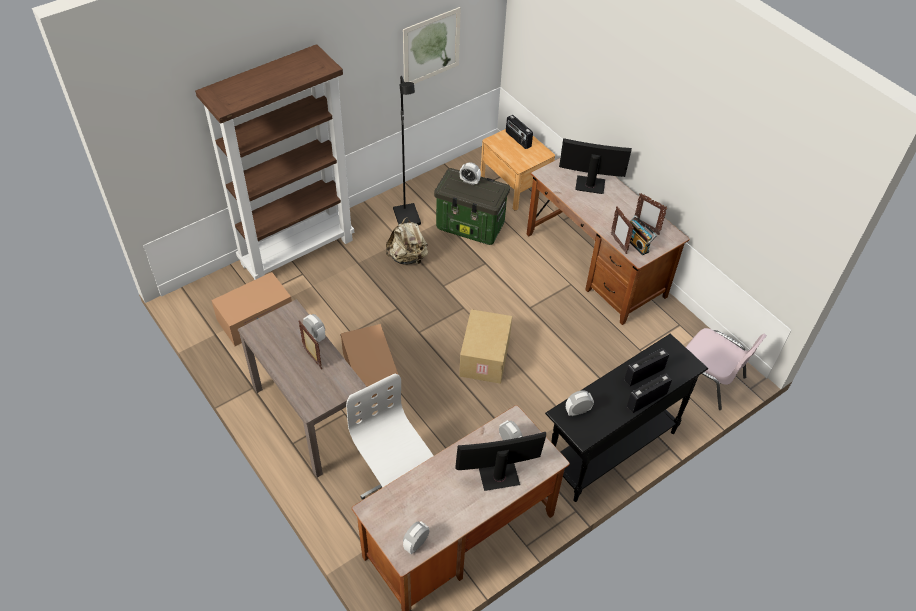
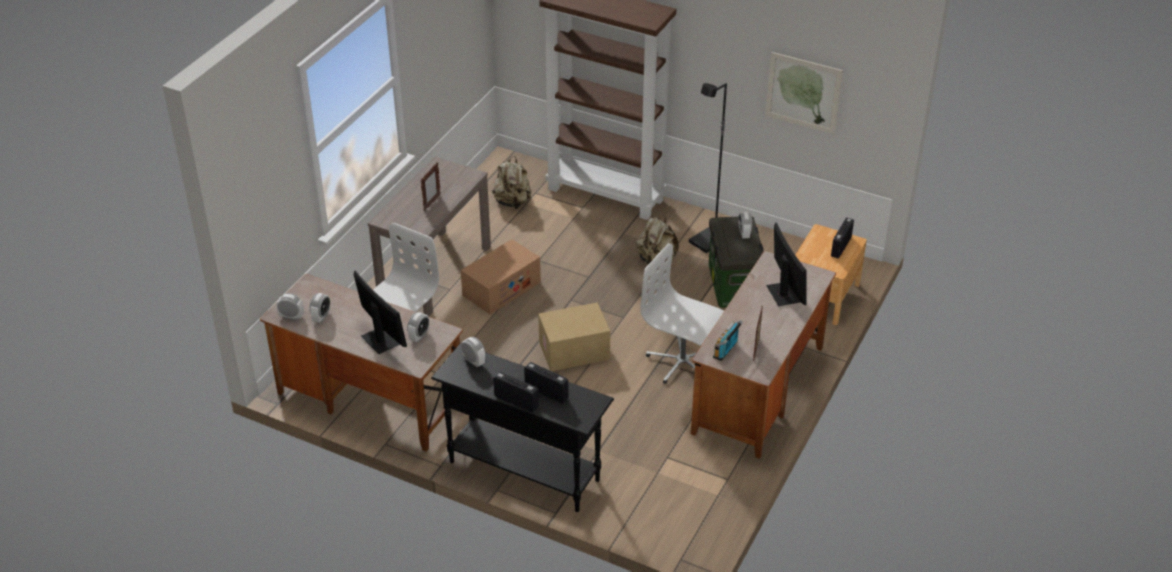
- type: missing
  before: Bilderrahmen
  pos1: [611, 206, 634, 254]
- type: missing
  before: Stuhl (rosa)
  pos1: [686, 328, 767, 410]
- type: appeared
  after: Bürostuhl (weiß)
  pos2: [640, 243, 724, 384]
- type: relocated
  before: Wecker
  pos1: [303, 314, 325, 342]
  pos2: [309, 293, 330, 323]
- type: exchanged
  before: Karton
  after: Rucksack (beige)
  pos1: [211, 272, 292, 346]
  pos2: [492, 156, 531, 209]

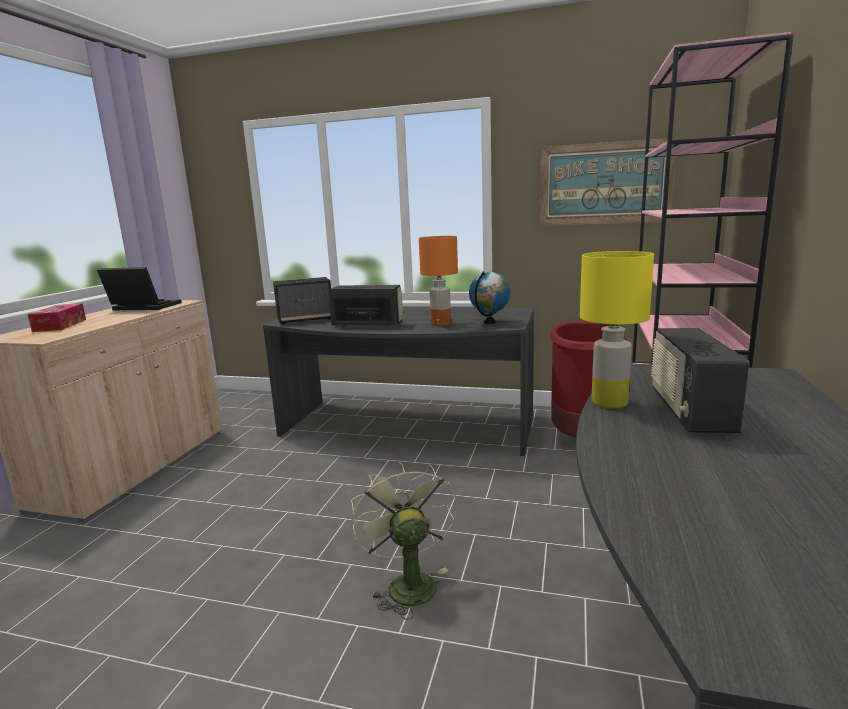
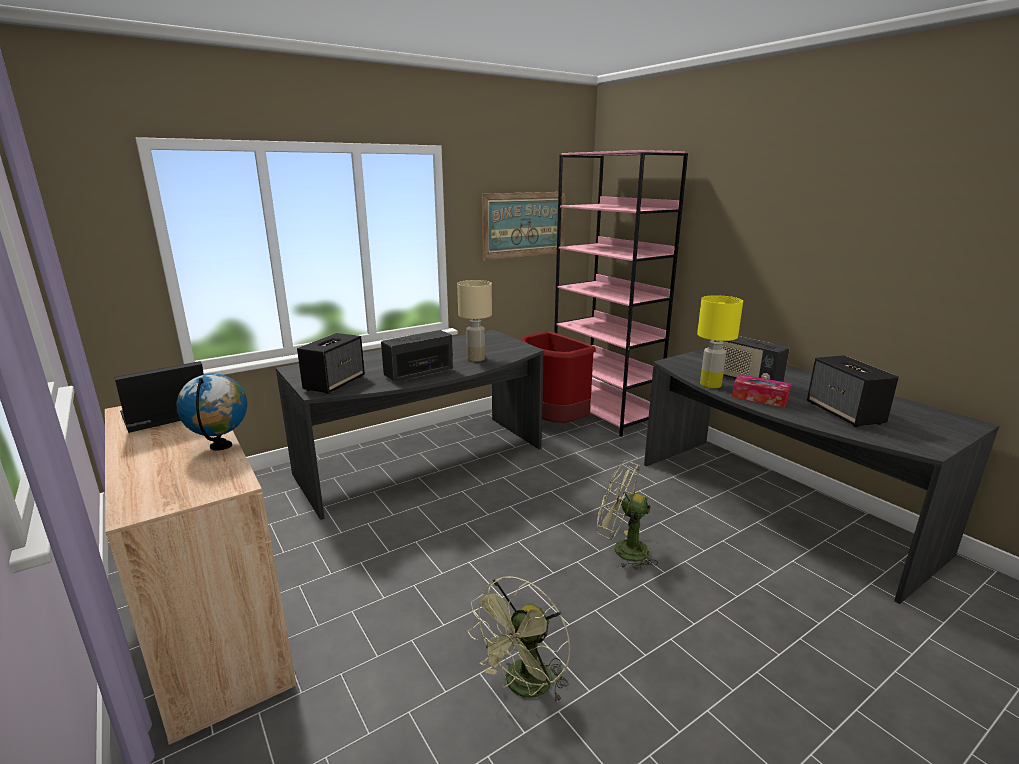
- type: appeared
  after: Ventilator (grün)
  pos2: [468, 576, 570, 703]
- type: appeared
  after: Lautsprecher
  pos2: [807, 355, 899, 427]
- type: relocated
  before: Taschentuchbox
  pos1: [28, 303, 86, 332]
  pos2: [732, 374, 791, 407]
- type: relocated
  before: Globus
  pos1: [469, 271, 510, 324]
  pos2: [177, 373, 247, 451]
- type: colour
  before: Tischlampe (orange)
  after: Tischlampe (beige)
  pos1: [419, 236, 458, 326]
  pos2: [457, 280, 492, 362]

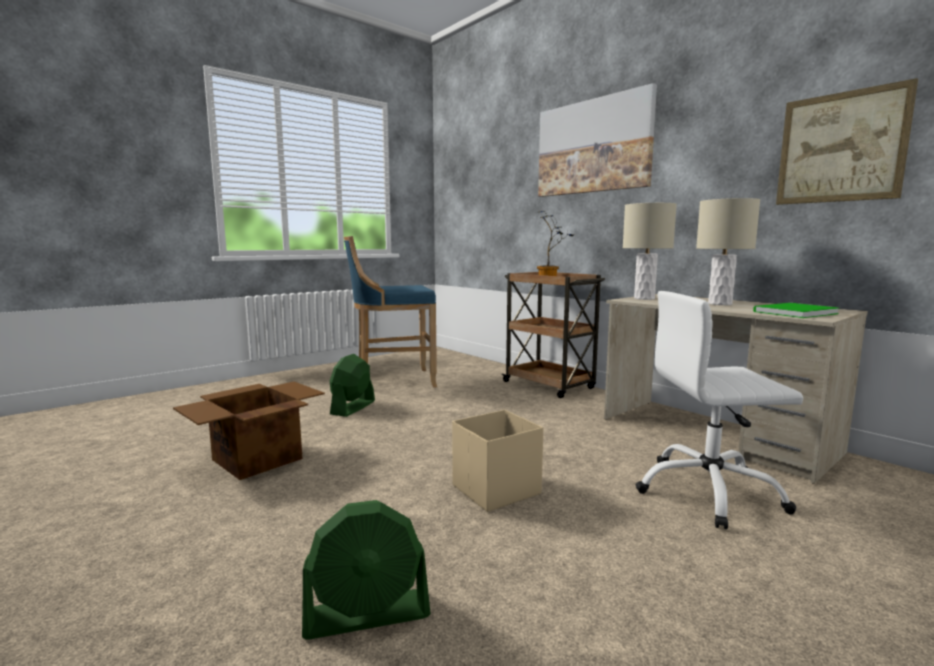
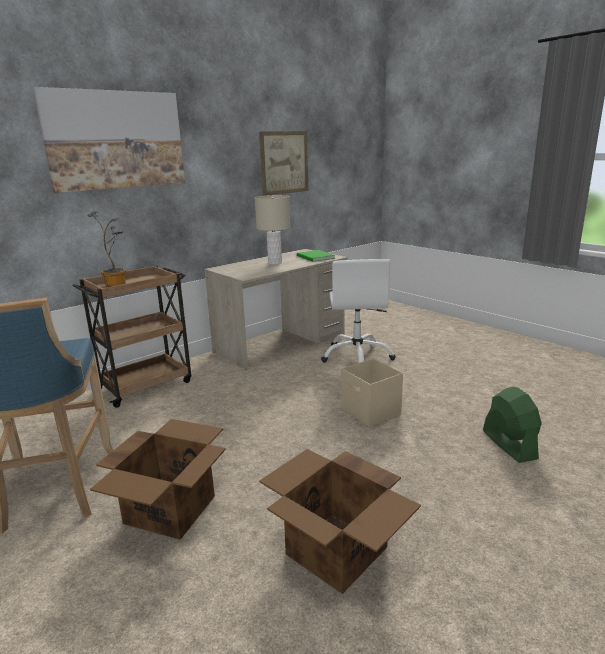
- type: missing
  before: Tischlampe (beige)
  pos1: [623, 203, 677, 300]
- type: exchanged
  before: Ventilator (grün)
  after: Karton
  pos1: [330, 354, 375, 417]
  pos2: [90, 419, 226, 540]

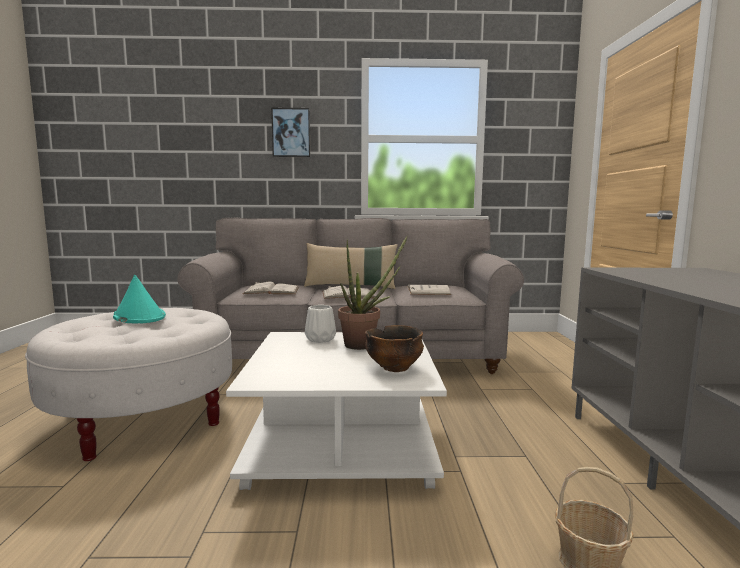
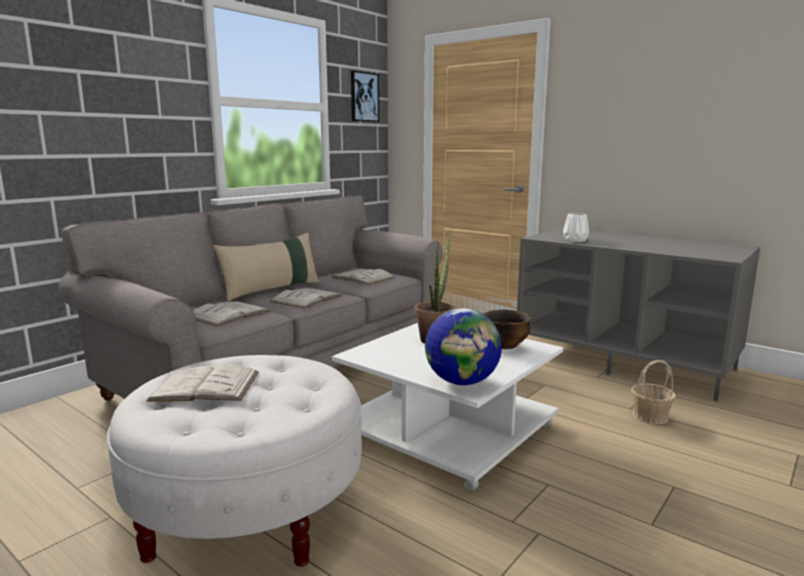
- type: appeared
  after: Globus
  pos2: [425, 308, 502, 385]
- type: relocated
  before: Bild
  pos1: [271, 108, 310, 157]
  pos2: [351, 71, 379, 122]
- type: relocated
  before: Vase (weiß)
  pos1: [305, 305, 336, 343]
  pos2: [563, 213, 589, 242]
- type: exchanged
  before: Hut (türkis)
  after: Buch (weiß)
  pos1: [113, 275, 166, 323]
  pos2: [146, 363, 259, 402]

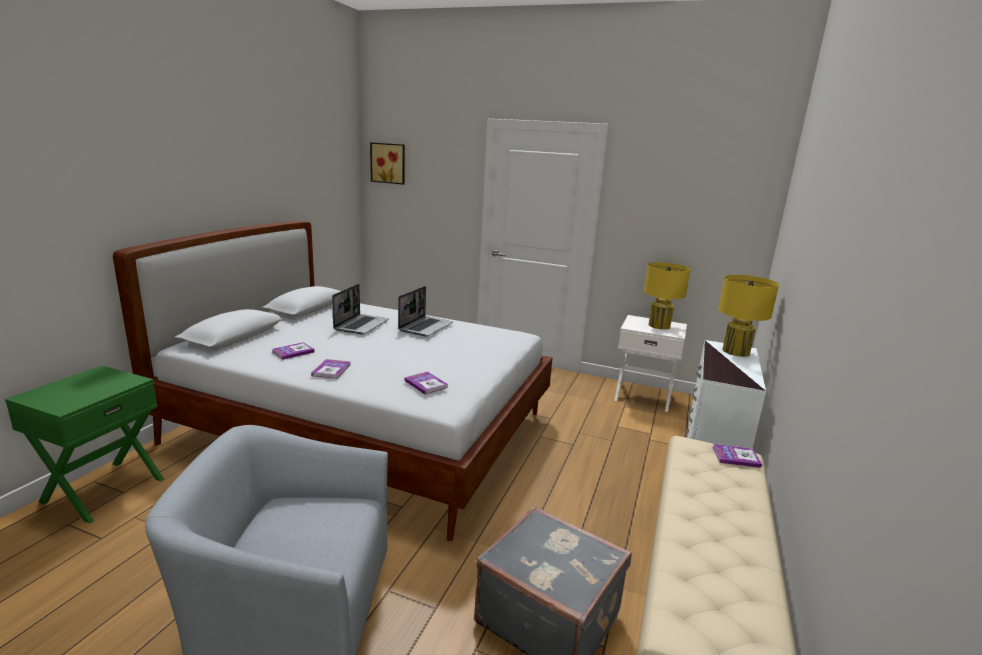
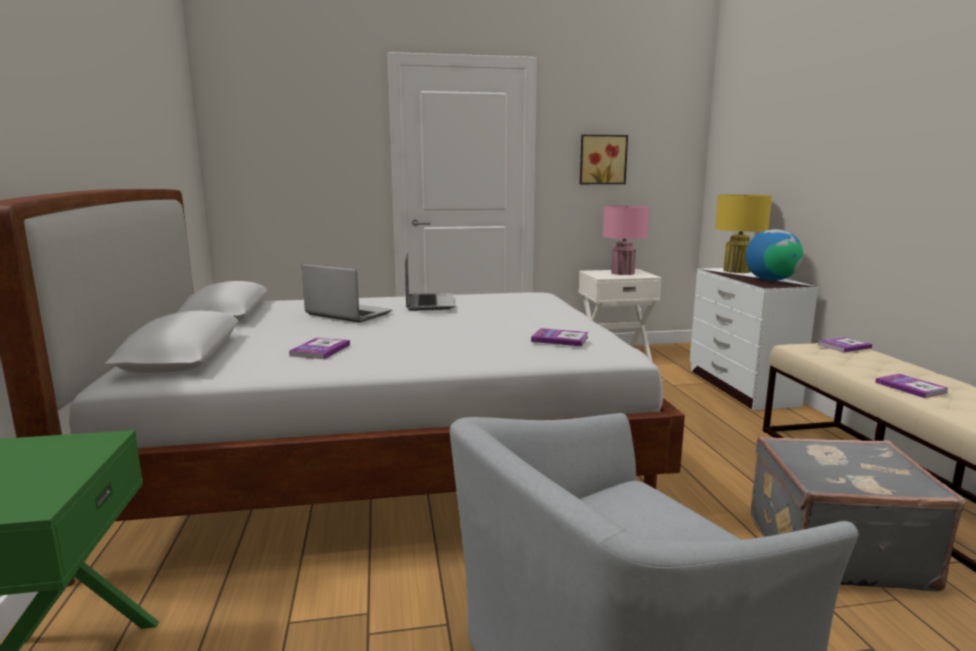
- type: appeared
  after: Globus
  pos2: [745, 229, 803, 281]
- type: relocated
  before: Buch
  pos1: [311, 359, 351, 379]
  pos2: [875, 374, 948, 398]
- type: relocated
  before: Bild
  pos1: [370, 142, 405, 185]
  pos2: [580, 135, 628, 184]
- type: colour
  before: Tischlampe (gelb)
  after: Tischlampe (rosa)
  pos1: [644, 262, 691, 330]
  pos2: [603, 206, 649, 275]
- type: spun
  before: Laptop
  pos1: [332, 284, 389, 334]
  pos2: [302, 263, 392, 322]
  turn: -45

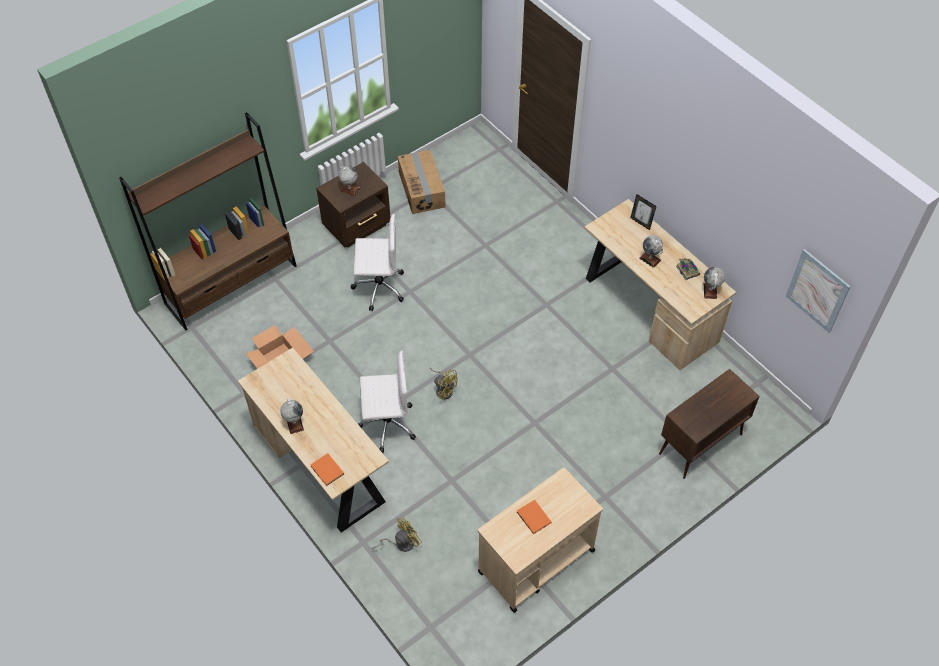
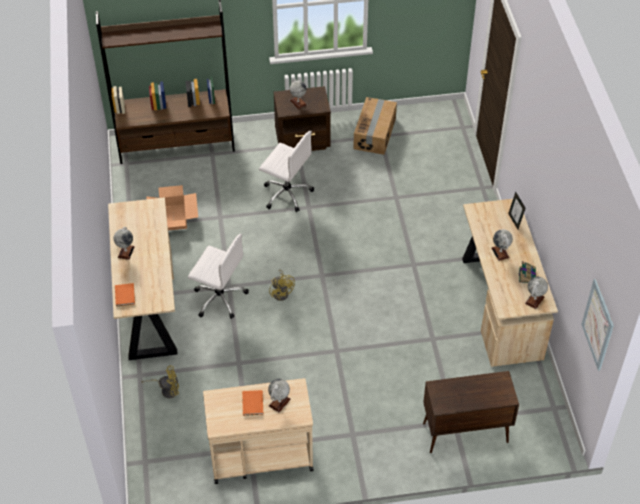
- type: appeared
  after: Globus
  pos2: [268, 379, 291, 412]

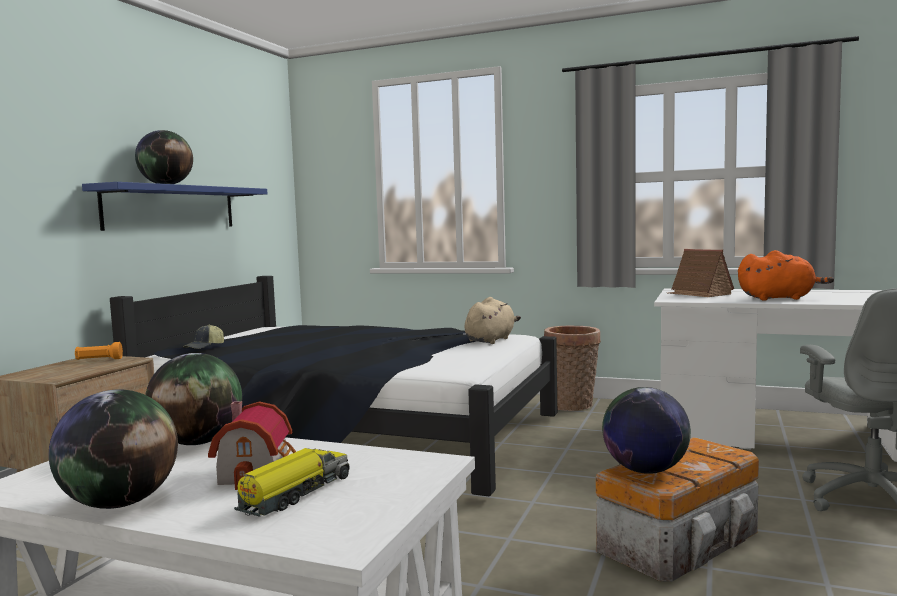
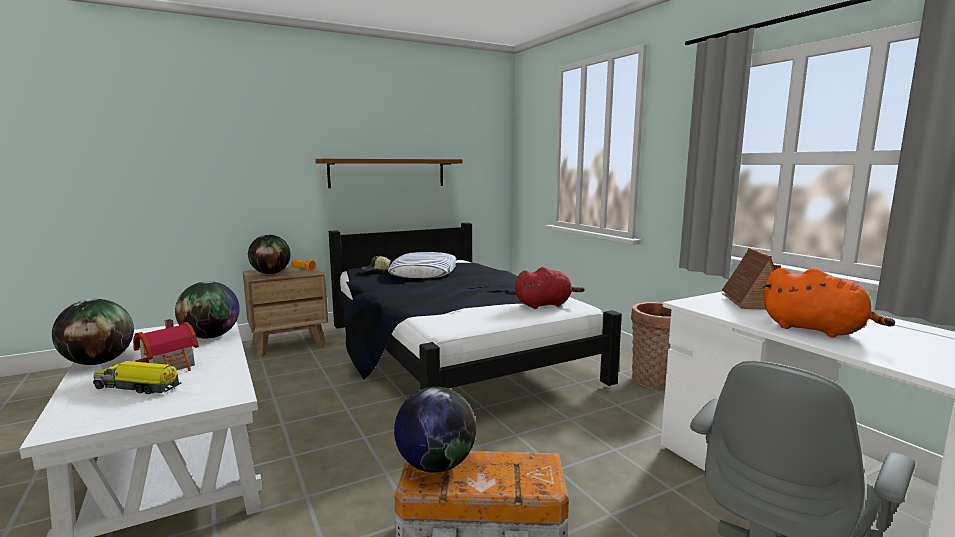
- type: appeared
  after: Kissen
  pos2: [388, 252, 456, 278]
- type: relocated
  before: Globus
  pos1: [135, 130, 193, 184]
  pos2: [248, 235, 291, 274]
- type: colour
  before: Wandregal (blau)
  after: Wandregal (braun)
  pos1: [82, 182, 267, 231]
  pos2: [315, 159, 463, 188]
- type: colour
  before: Plüschtier (beige)
  after: Plüschtier (rot)
  pos1: [464, 297, 521, 344]
  pos2: [515, 267, 585, 309]
- type: spun
  before: Spielzeuglaster
  pos1: [234, 448, 350, 517]
  pos2: [93, 361, 181, 394]
  turn: -150

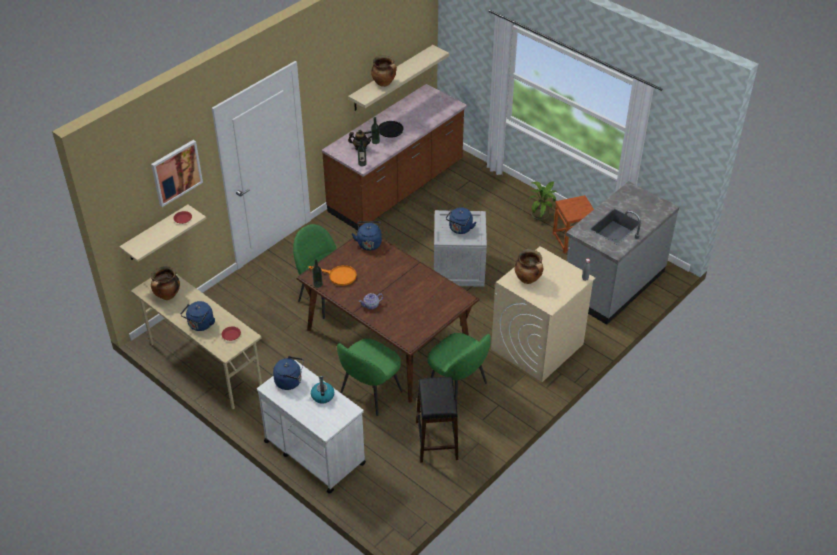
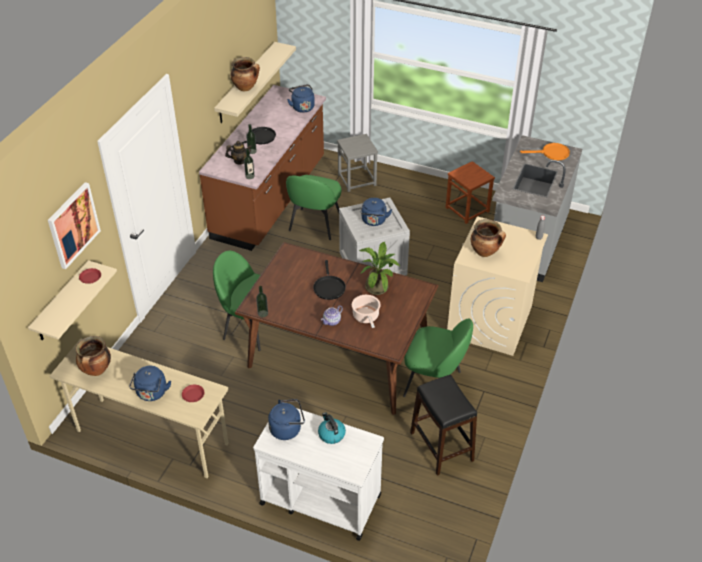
- type: appeared
  after: Pfanne (schwarz)
  pos2: [313, 260, 346, 300]
- type: appeared
  after: Hocker (grau)
  pos2: [337, 134, 378, 192]
- type: appeared
  after: Kochtopf
  pos2: [352, 295, 381, 328]
- type: relocated
  before: Pfanne (orange)
  pos1: [309, 265, 357, 286]
  pos2: [520, 143, 570, 160]
- type: relocated
  before: Stuhl (grün)
  pos1: [337, 339, 403, 416]
  pos2: [286, 175, 341, 240]
- type: relocated
  before: Wasserkessel (blau)
  pos1: [352, 221, 382, 250]
  pos2: [287, 84, 315, 113]
- type: relocated
  before: Topfpflanze
  pos1: [527, 181, 558, 220]
  pos2: [359, 242, 400, 295]

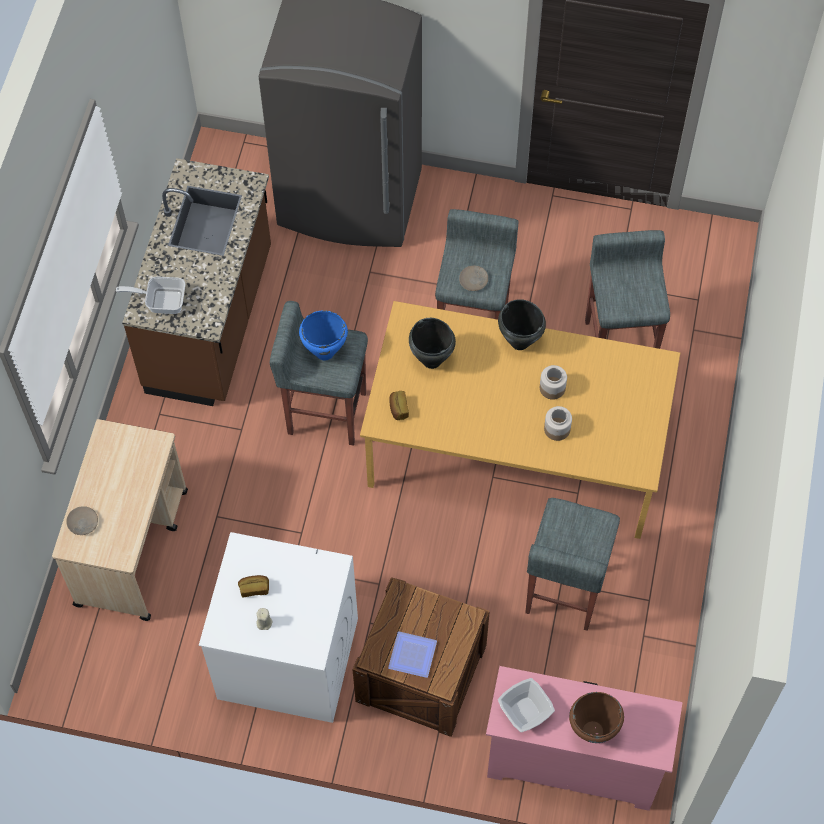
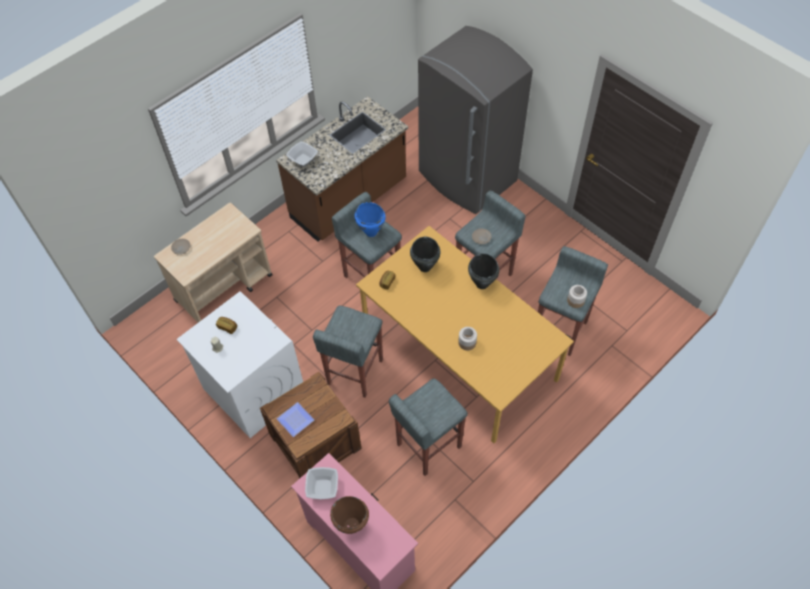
- type: appeared
  after: Hocker (grau)
  pos2: [313, 306, 383, 398]
- type: relocated
  before: Vorratsglas
  pos1: [540, 365, 567, 400]
  pos2: [567, 285, 587, 308]
- type: exchanged
  before: Pfanne
  after: Schüssel
  pos1: [116, 276, 185, 314]
  pos2: [286, 141, 318, 167]

